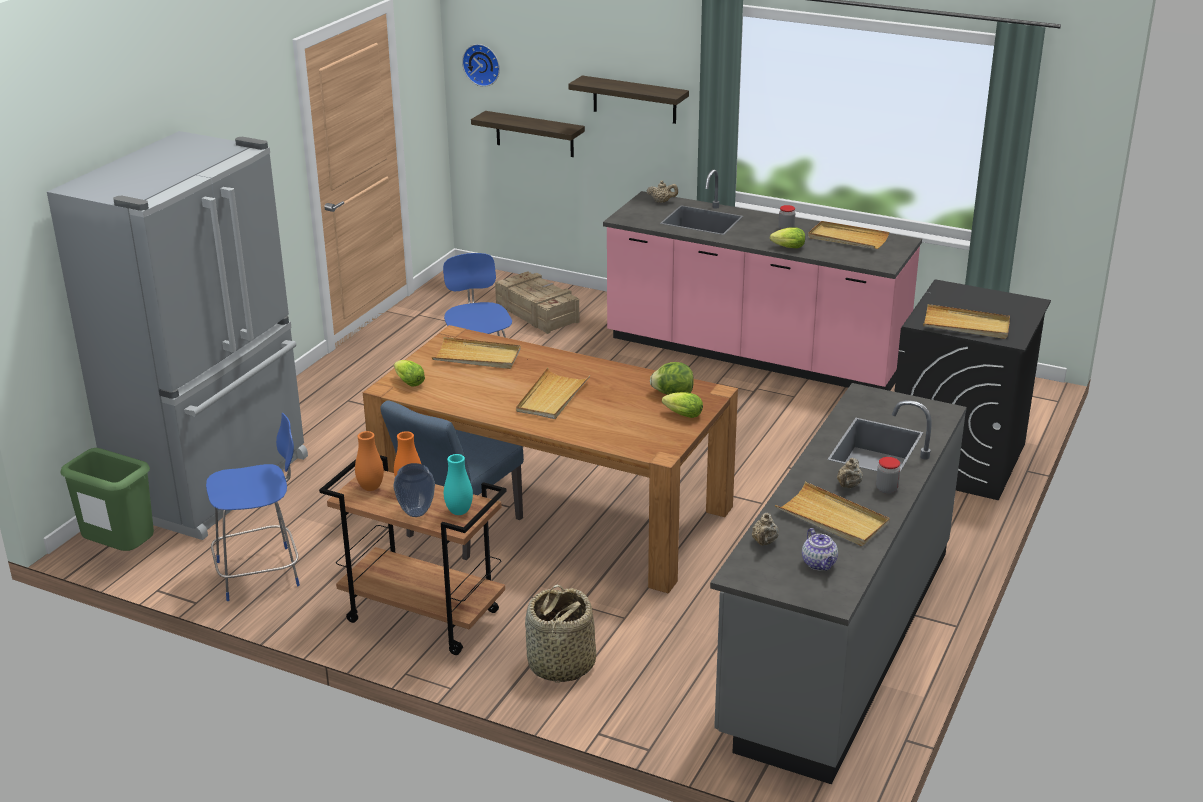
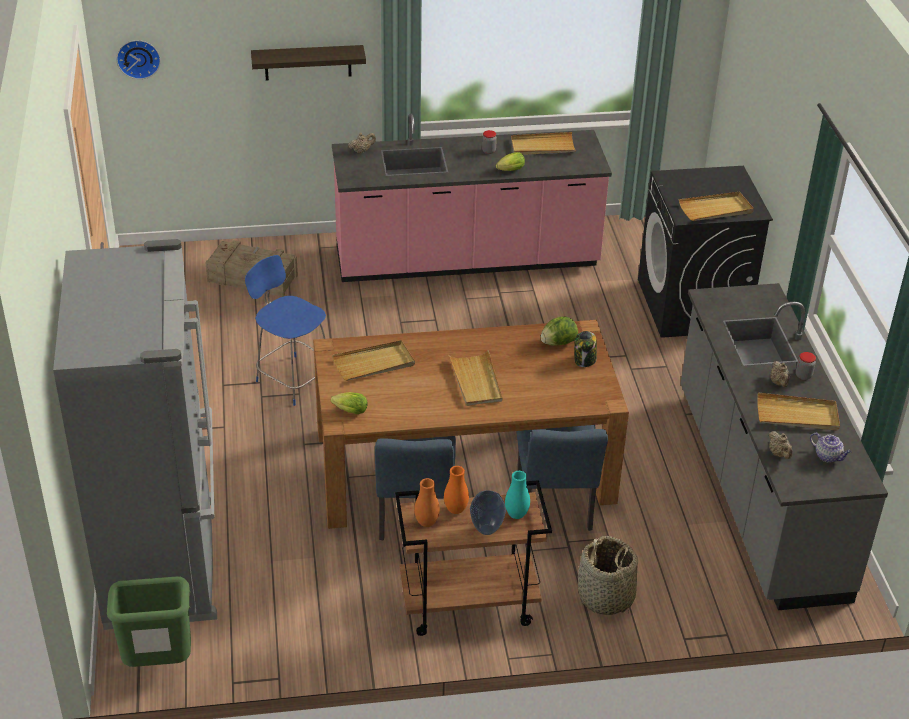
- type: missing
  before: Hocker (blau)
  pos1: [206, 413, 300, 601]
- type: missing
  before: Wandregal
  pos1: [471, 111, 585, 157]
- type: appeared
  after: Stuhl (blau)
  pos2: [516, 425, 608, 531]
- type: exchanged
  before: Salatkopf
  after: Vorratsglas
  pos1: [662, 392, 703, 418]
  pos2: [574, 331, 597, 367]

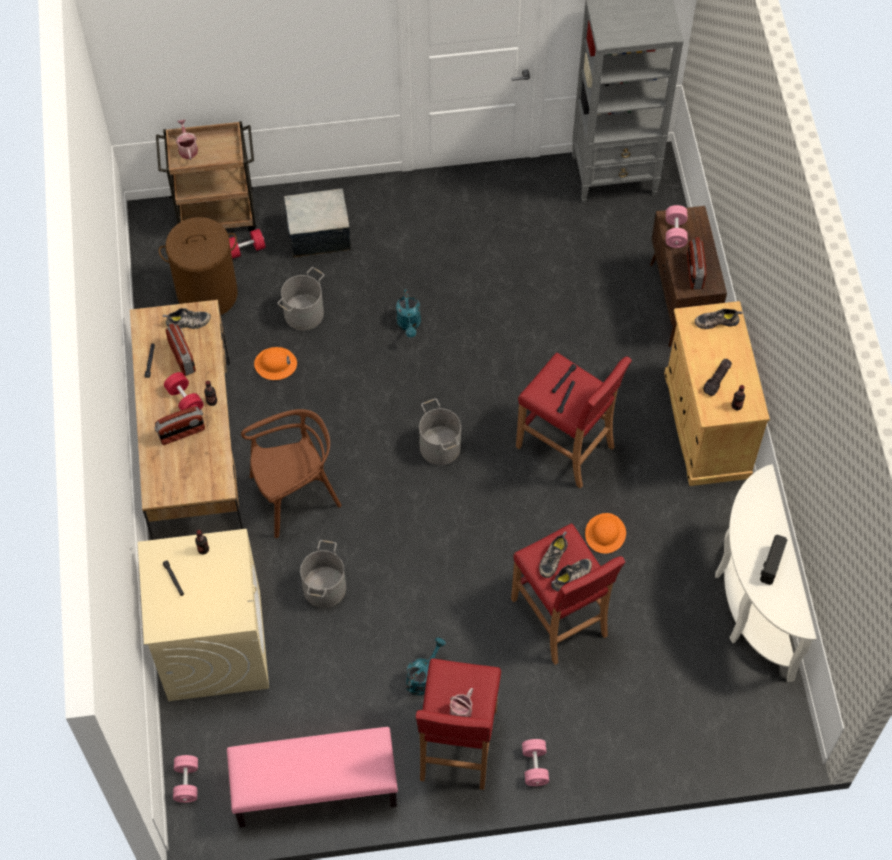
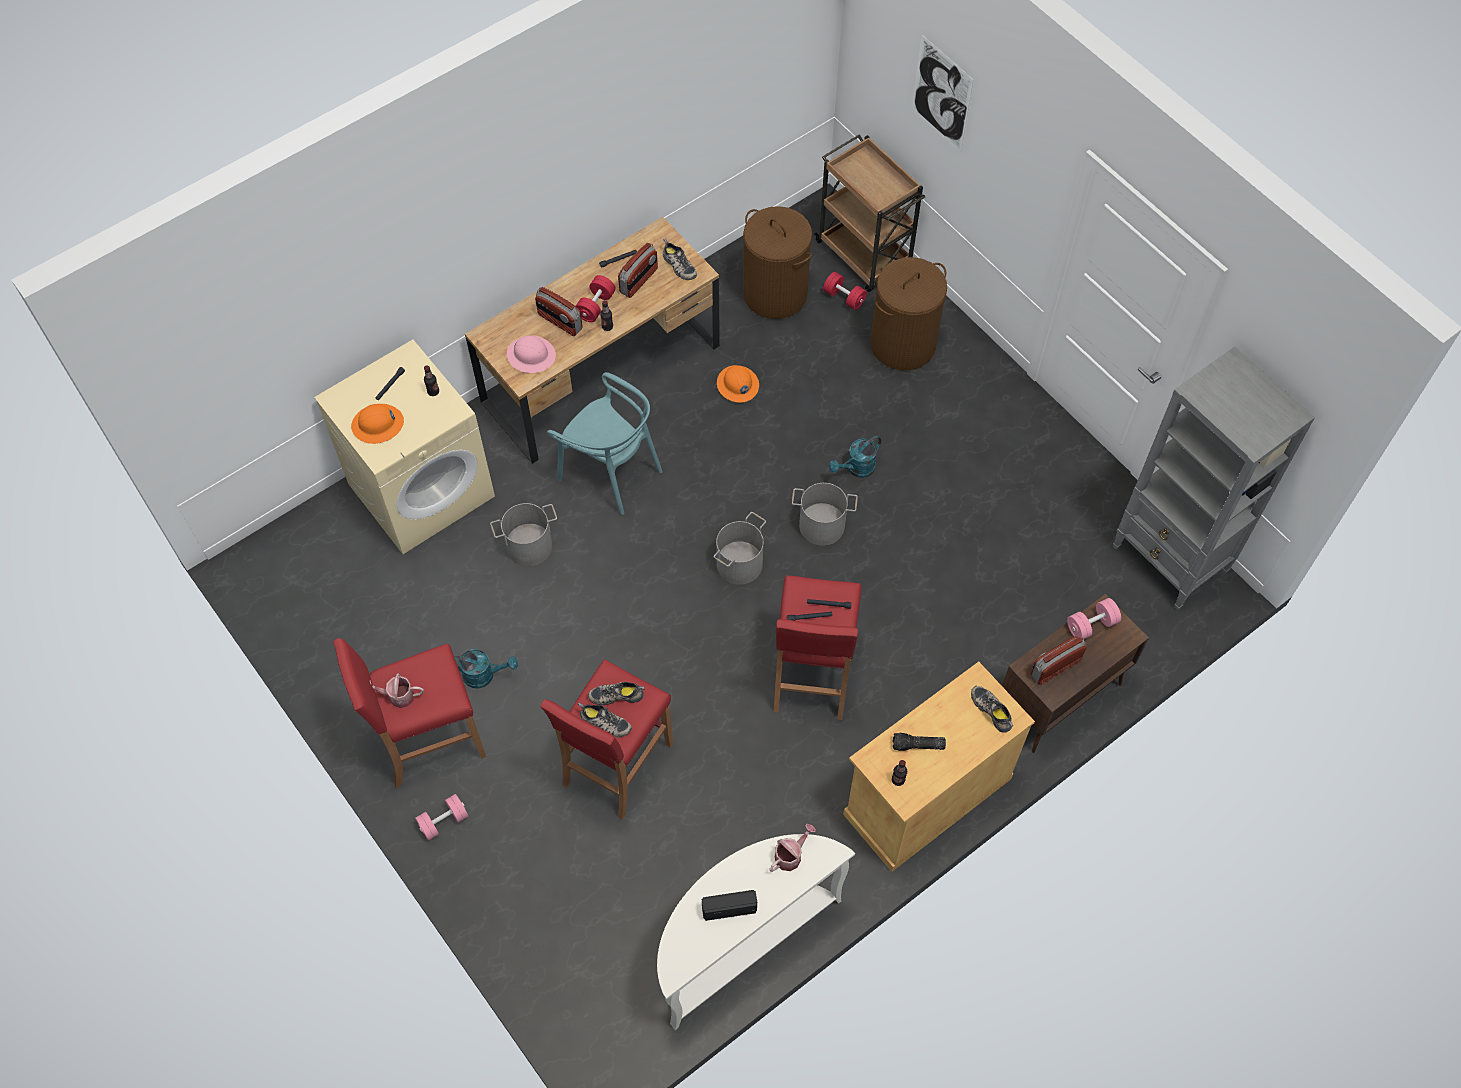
- type: missing
  before: Hantel (rosa)
  pos1: [173, 755, 198, 803]
- type: missing
  before: Bank (rosa)
  pos1: [227, 727, 398, 827]
- type: appeared
  after: Schutzhelm (rosa)
  pos2: [507, 335, 556, 373]
- type: appeared
  after: Bild
  pos2: [912, 35, 973, 152]
- type: relocated
  before: Gießkanne
  pos1: [176, 120, 198, 160]
  pos2: [769, 824, 816, 872]
- type: relocated
  before: Eimer (grau)
  pos1: [277, 267, 324, 330]
  pos2: [792, 483, 858, 546]
- type: relocated
  before: Schutzhelm (orange)
  pos1: [585, 513, 626, 554]
  pos2: [351, 404, 404, 444]
- type: exchanged
  before: Aufbewahrungsbox
  after: Wäschekorb (braun)
  pos1: [284, 188, 351, 258]
  pos2: [871, 257, 947, 370]
- type: colour
  before: Stuhl (braun)
  after: Stuhl (türkis)
  pos1: [241, 409, 341, 538]
  pos2: [547, 372, 663, 515]

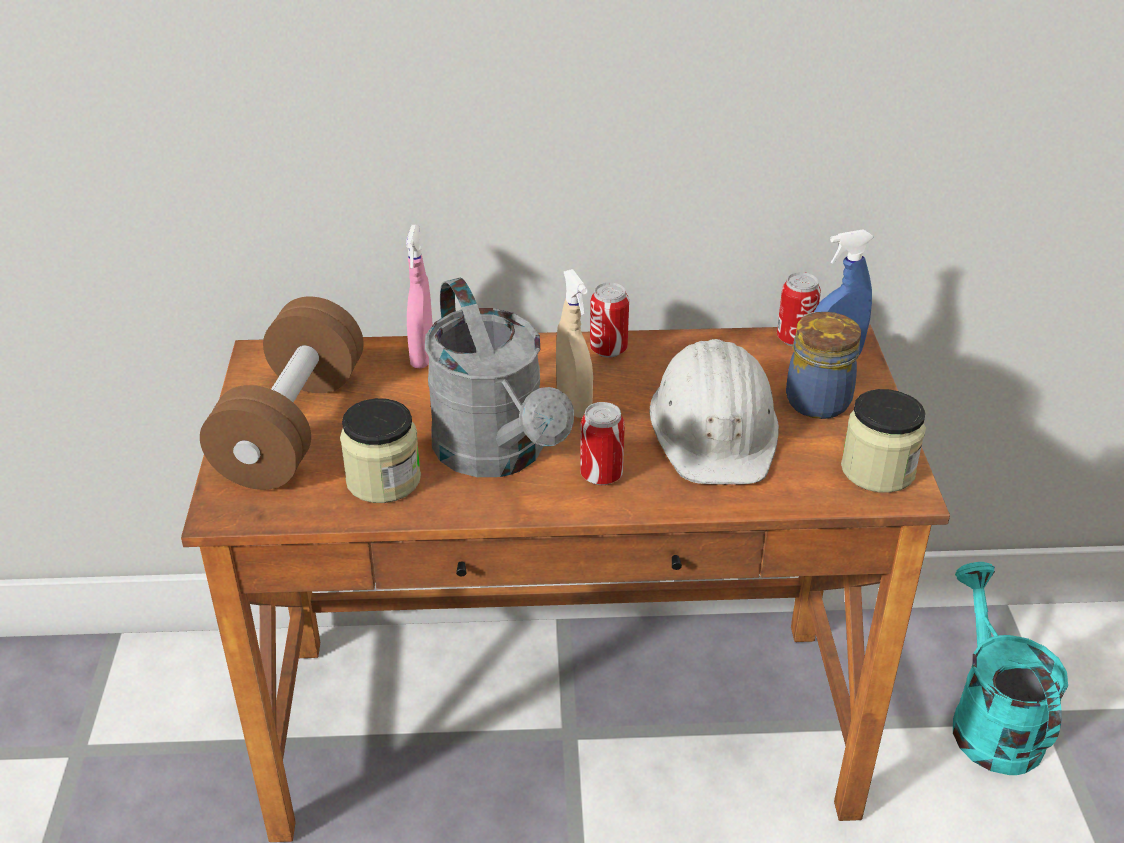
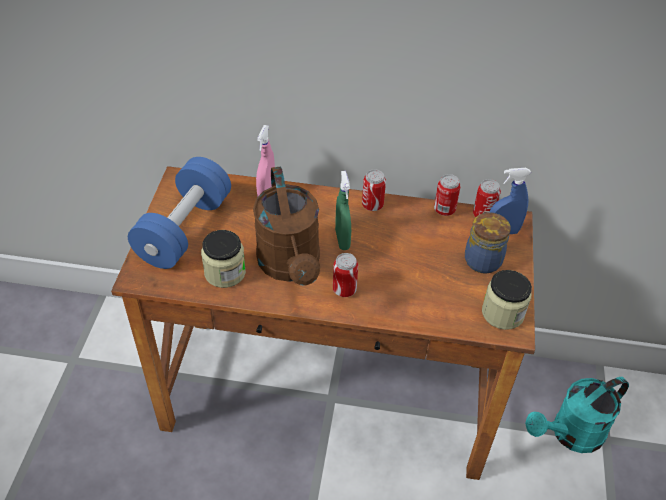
- type: missing
  before: Schutzhelm (weiß)
  pos1: [649, 339, 779, 485]
- type: appeared
  after: Dose
  pos2: [434, 174, 460, 216]
- type: colour
  before: Hantel (braun)
  after: Hantel (blau)
  pos1: [200, 296, 364, 490]
  pos2: [128, 157, 231, 269]
- type: colour
  before: Gießkanne (grau)
  after: Gießkanne (braun)
  pos1: [425, 278, 574, 477]
  pos2: [253, 166, 320, 286]
- type: colour
  before: Sprühflasche (beige)
  after: Sprühflasche (grün)
  pos1: [556, 269, 593, 418]
  pos2: [335, 171, 351, 250]
- type: spun
  before: Gießkanne (türkis)
  pos1: [953, 562, 1068, 775]
  pos2: [525, 377, 629, 453]
  turn: -120

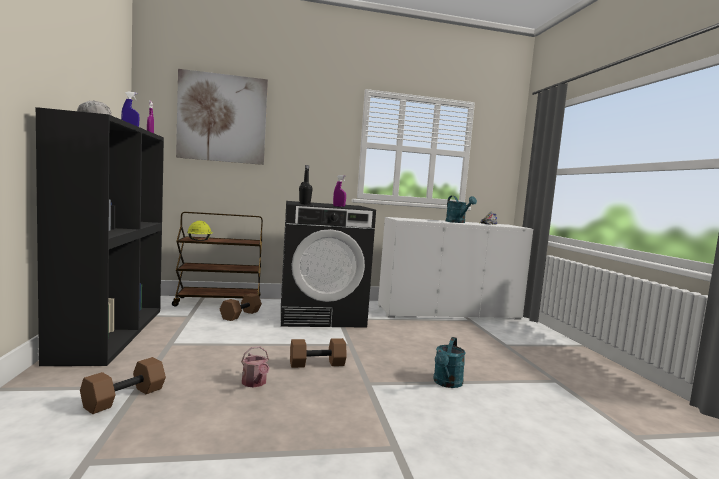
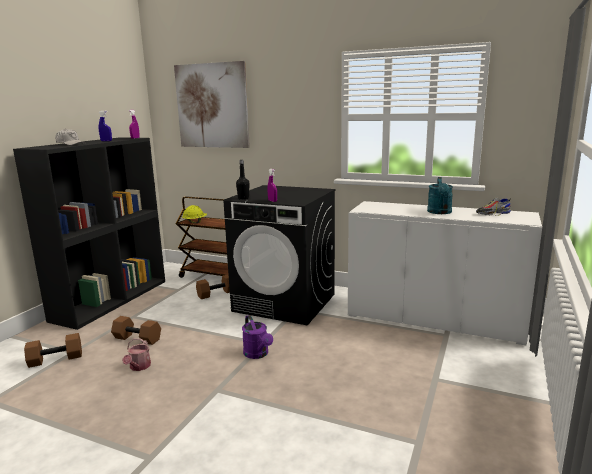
- type: missing
  before: Gießkanne (türkis)
  pos1: [433, 337, 466, 388]
- type: appeared
  after: Gießkanne (lila)
  pos2: [242, 315, 273, 359]
- type: relocated
  before: Hantel (braun)
  pos1: [290, 338, 347, 368]
  pos2: [111, 316, 161, 345]

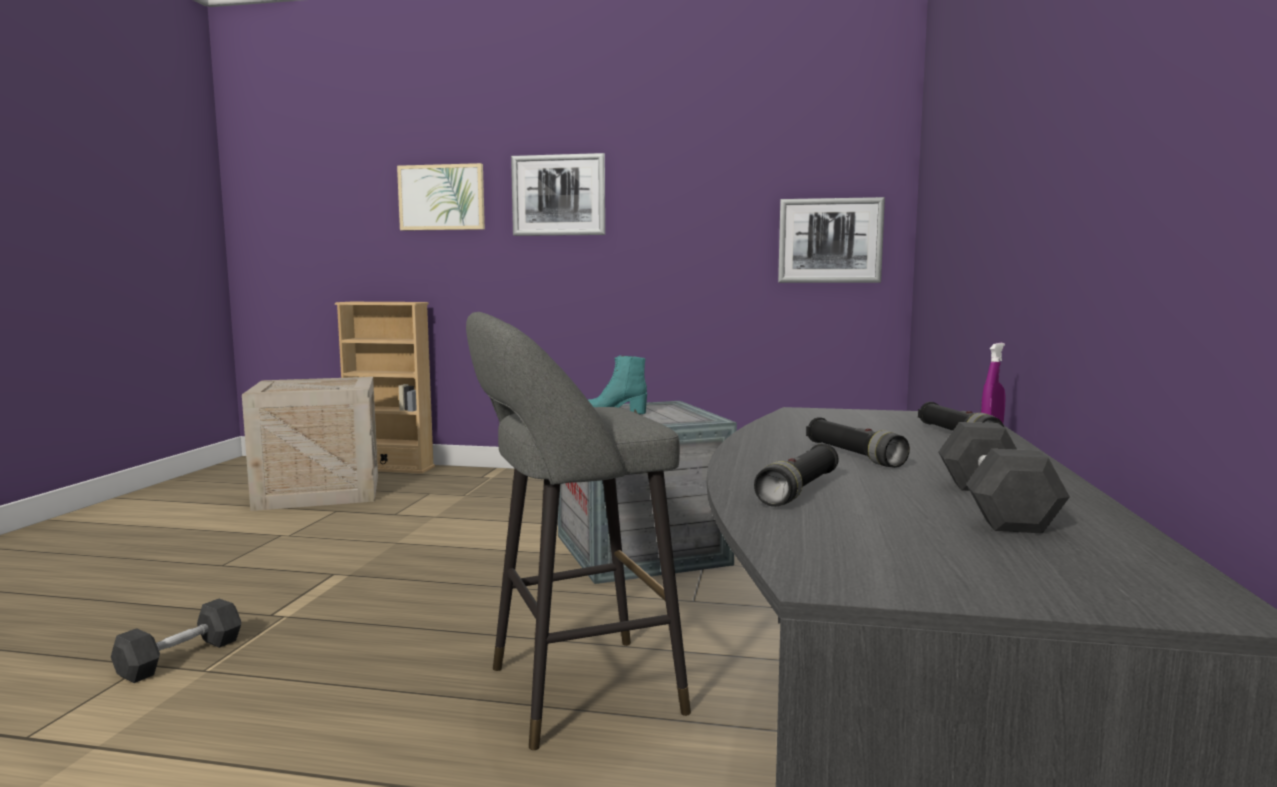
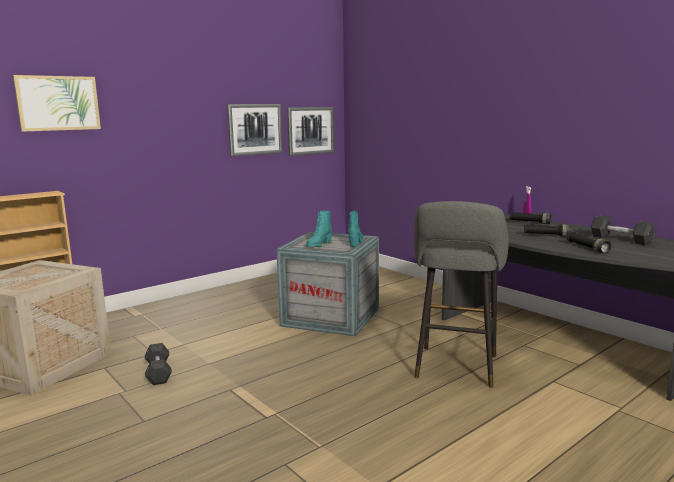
- type: appeared
  after: Stiefel (türkis)
  pos2: [348, 211, 363, 247]
- type: relocated
  before: Hantel (grau)
  pos1: [111, 598, 241, 683]
  pos2: [145, 343, 172, 385]
- type: relocated
  before: Bild
  pos1: [511, 153, 605, 236]
  pos2: [227, 104, 283, 157]

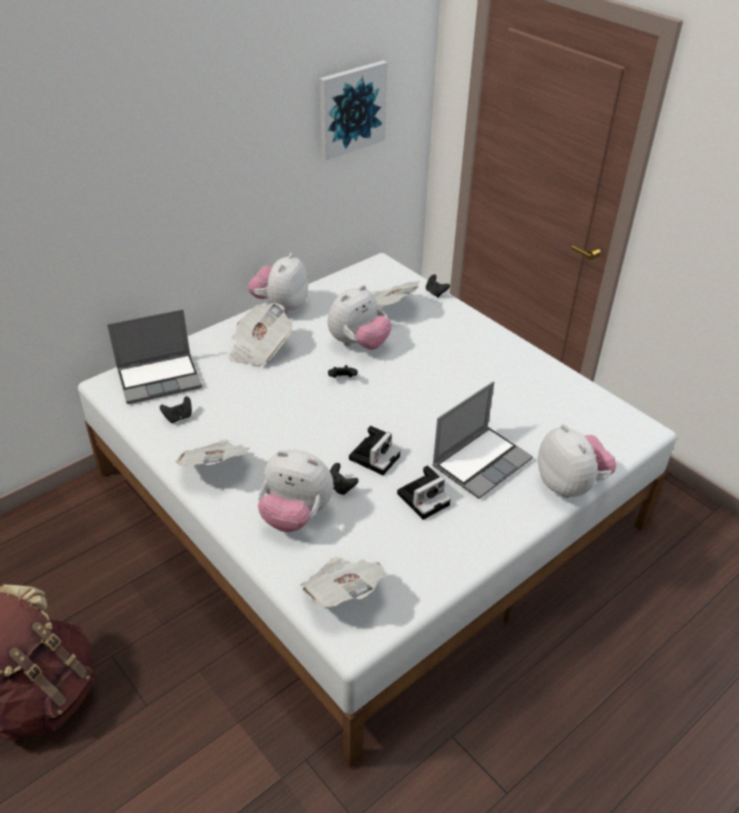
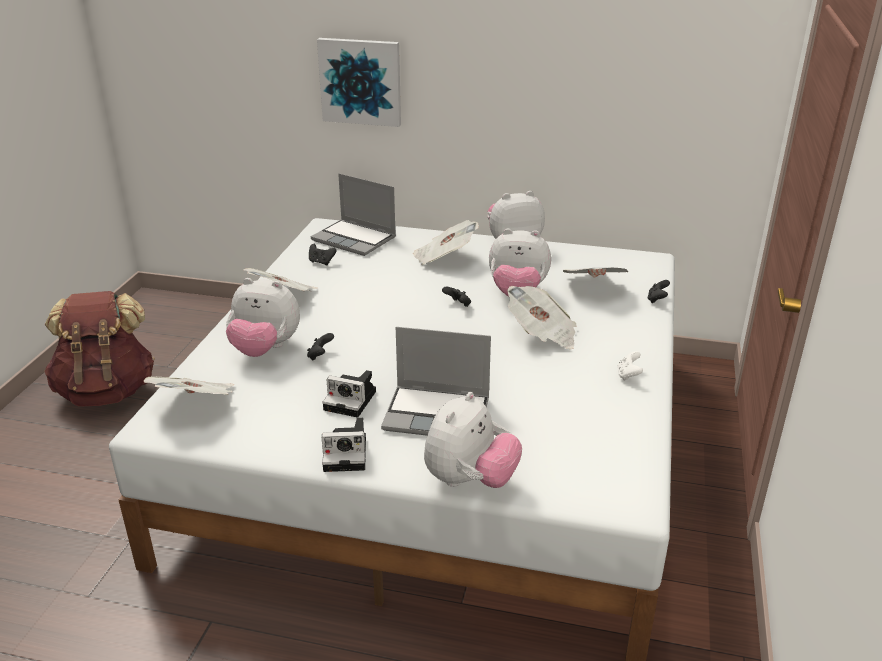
- type: appeared
  after: Zeitung
  pos2: [507, 286, 576, 349]
- type: appeared
  after: Gamepad (weiß)
  pos2: [617, 351, 643, 381]
- type: relocated
  before: Bild
  pos1: [319, 60, 388, 161]
  pos2: [317, 38, 401, 127]
- type: relocated
  before: Kamera
  pos1: [349, 426, 400, 475]
  pos2: [322, 418, 366, 472]
- type: spun
  before: Plüschtier
  pos1: [258, 450, 334, 532]
  pos2: [226, 278, 300, 357]
  turn: -60

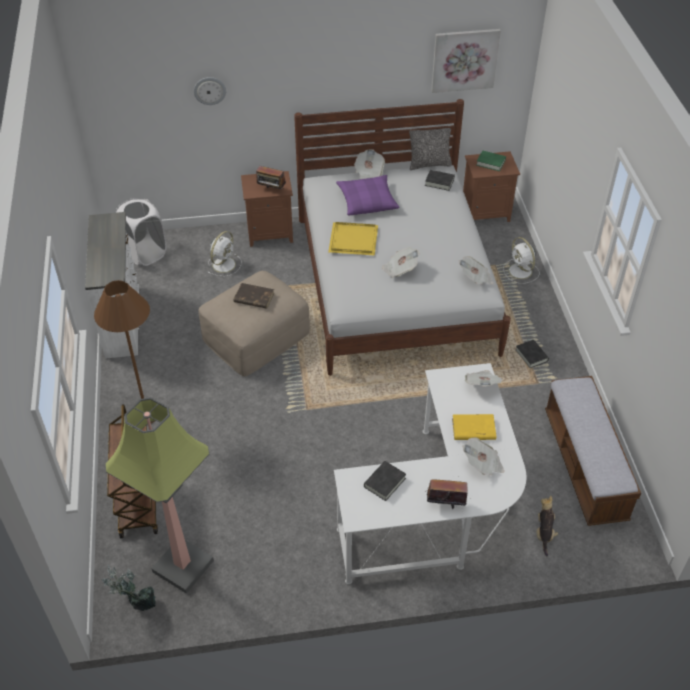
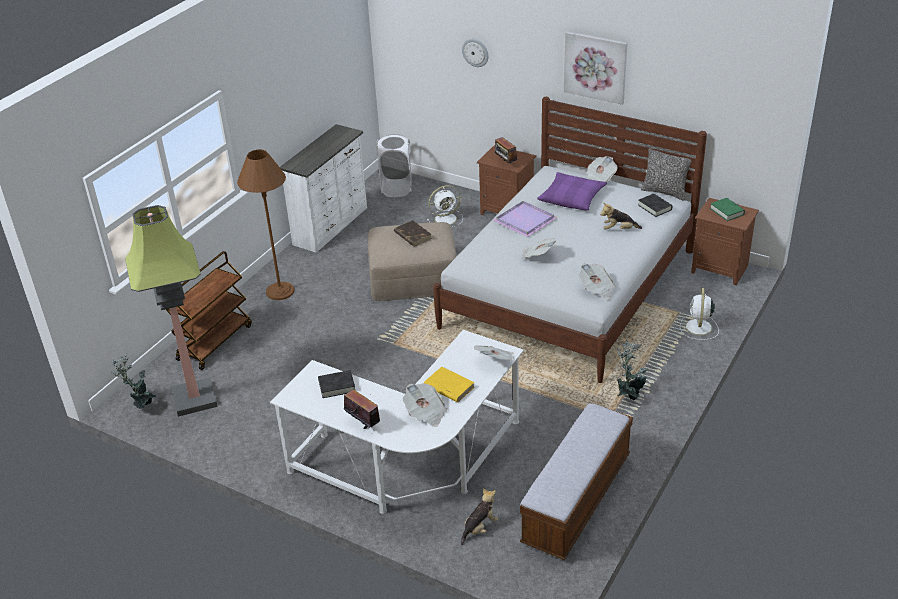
- type: appeared
  after: Plüschtier
  pos2: [600, 203, 642, 230]
- type: relocated
  before: Bild
  pos1: [431, 29, 501, 93]
  pos2: [564, 31, 628, 105]
- type: exchanged
  before: Buch (schwarz)
  after: Topfpflanze
  pos1: [516, 340, 549, 368]
  pos2: [617, 340, 648, 401]
- type: colour
  before: Tablett (gelb)
  after: Tablett (lila)
  pos1: [328, 222, 378, 256]
  pos2: [493, 201, 558, 237]

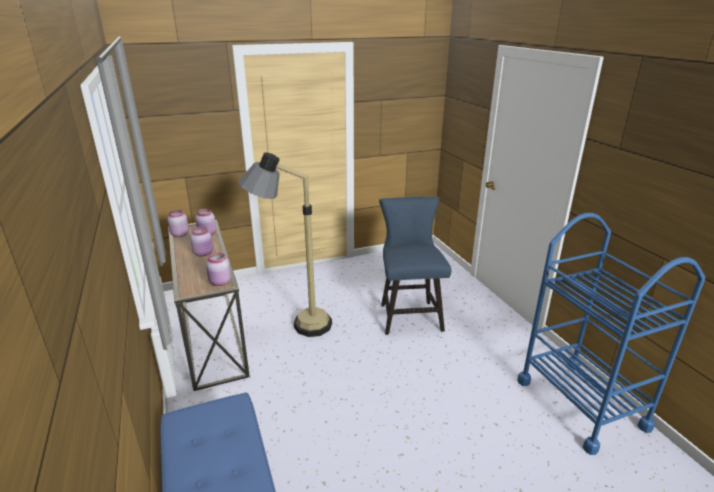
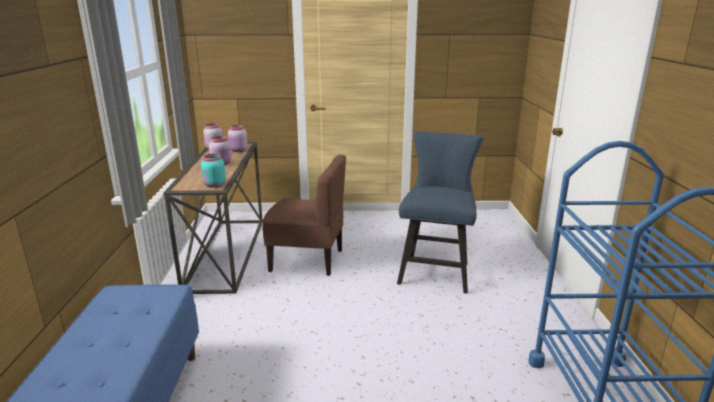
- type: exchanged
  before: Stehlampe
  after: Stuhl (braun)
  pos1: [238, 152, 332, 337]
  pos2: [262, 155, 346, 276]
- type: colour
  before: Vorratsglas (rosa)
  after: Vorratsglas (türkis)
  pos1: [206, 253, 231, 286]
  pos2: [201, 154, 226, 188]

